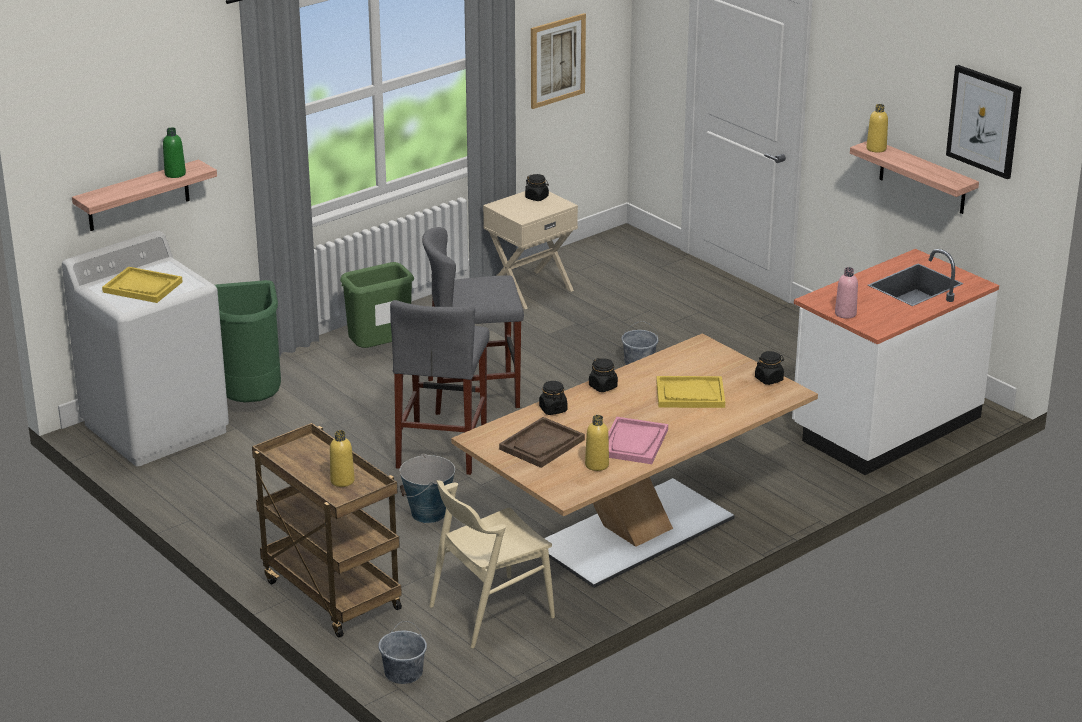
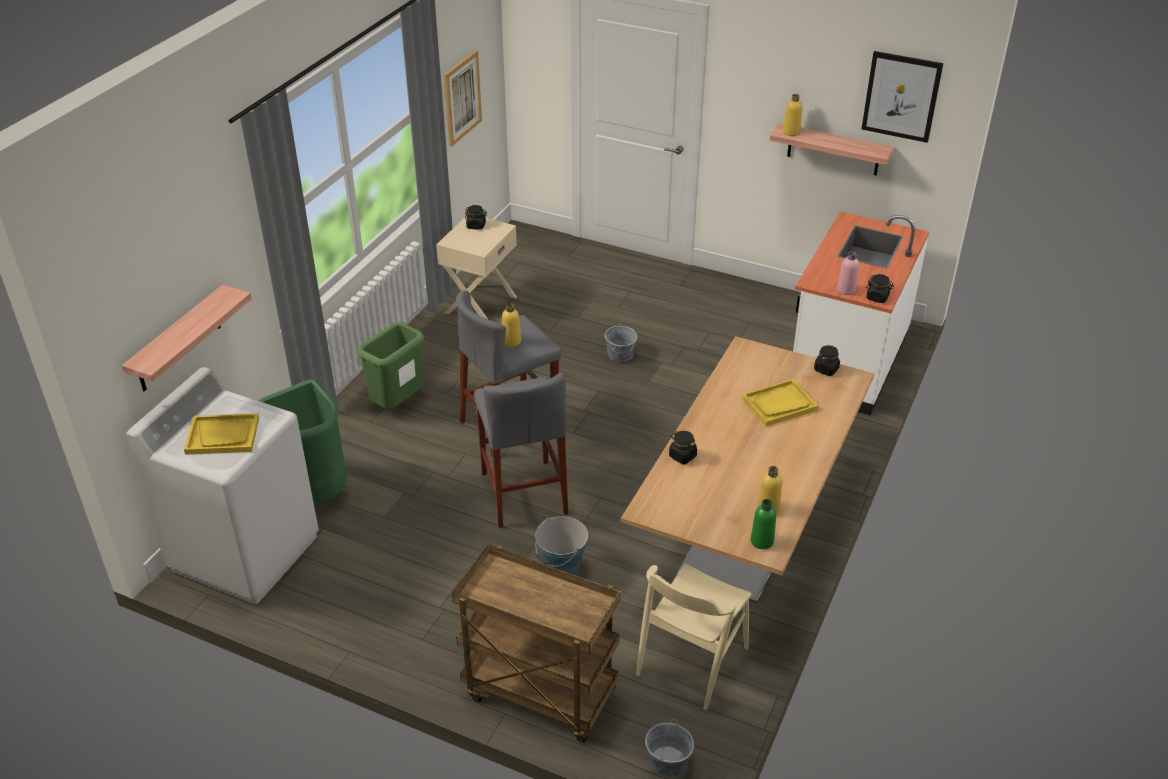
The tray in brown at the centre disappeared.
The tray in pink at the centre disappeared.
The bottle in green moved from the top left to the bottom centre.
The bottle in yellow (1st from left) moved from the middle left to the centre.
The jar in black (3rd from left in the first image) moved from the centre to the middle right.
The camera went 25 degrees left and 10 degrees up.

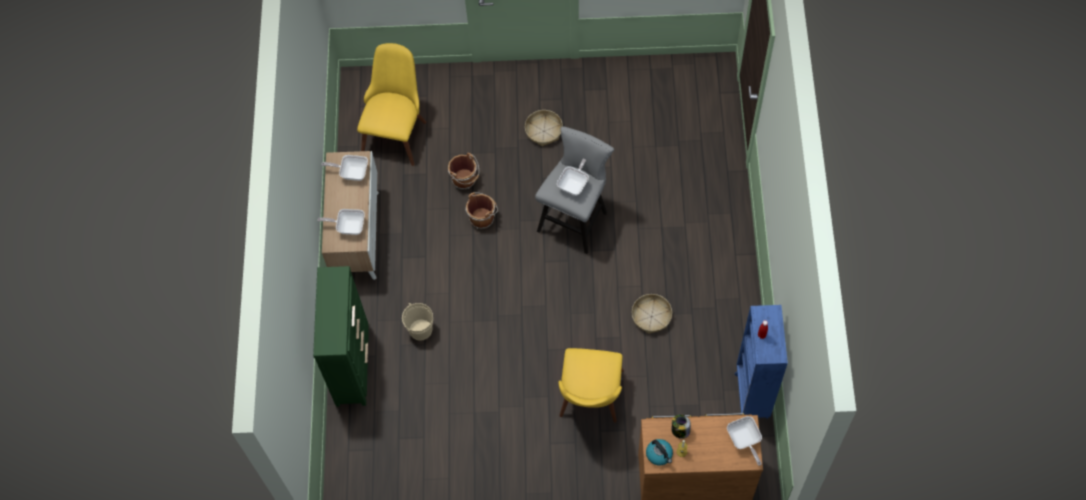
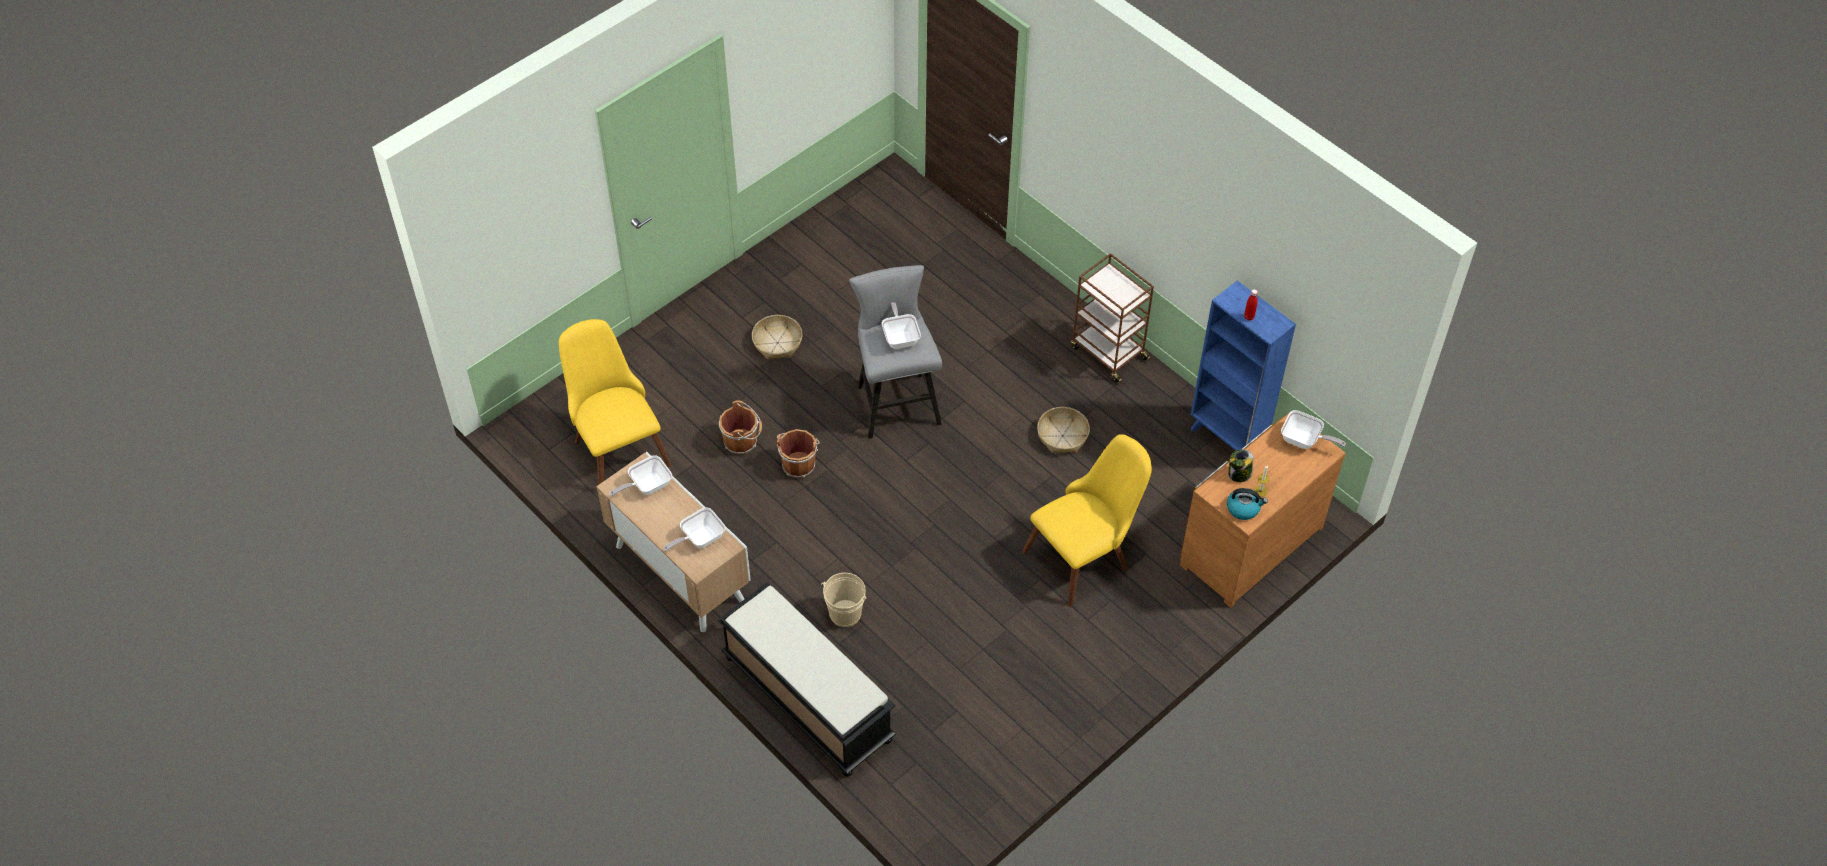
The cart in brown at the centre appeared.
The dresser in green at the bottom left was replaced by the bench in black at the bottom centre.
The chair in yellow (2nd from left) at the bottom centre turned 90 degrees counterclockwise.
The camera went 45 degrees left and 10 degrees down.

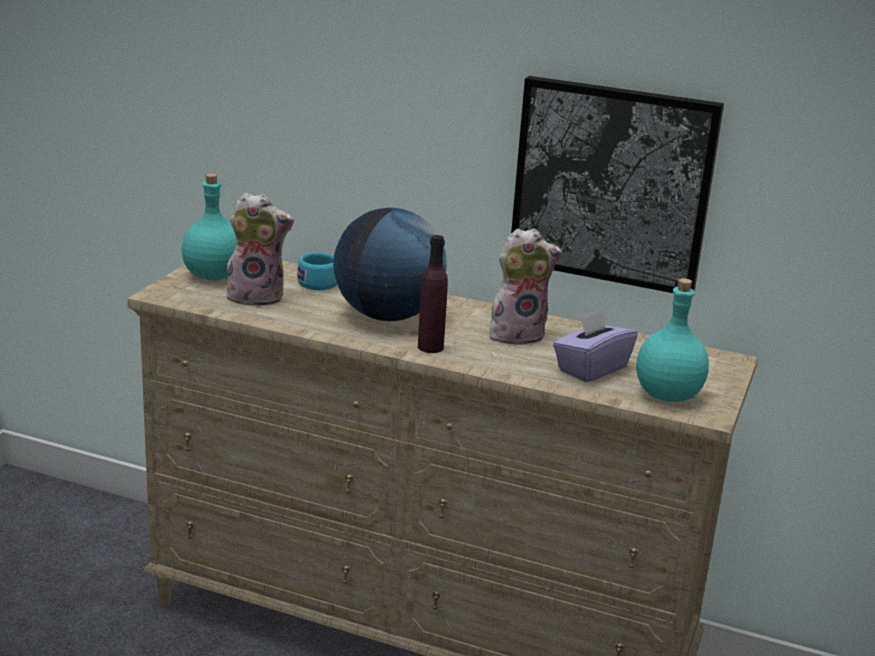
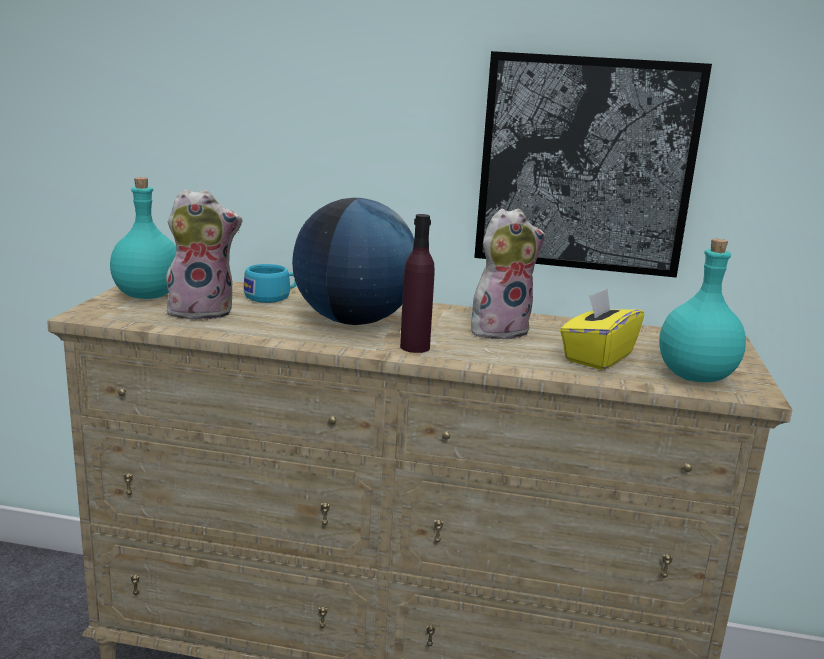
The tissue box in purple at the middle right became the tissue box in yellow at the middle right.
The camera went 10 degrees left and 5 degrees down.

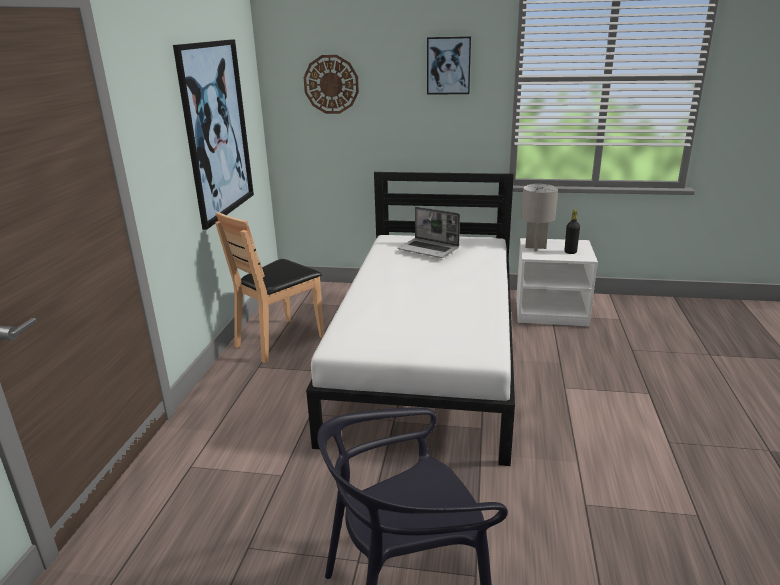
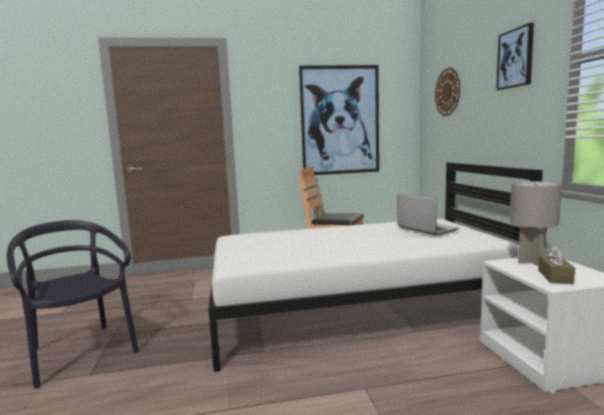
The bottle in black at the middle right was replaced by the tissue box in brown at the middle right.
The laptop at the centre turned 135 degrees clockwise.
The camera went 70 degrees right and 15 degrees down.

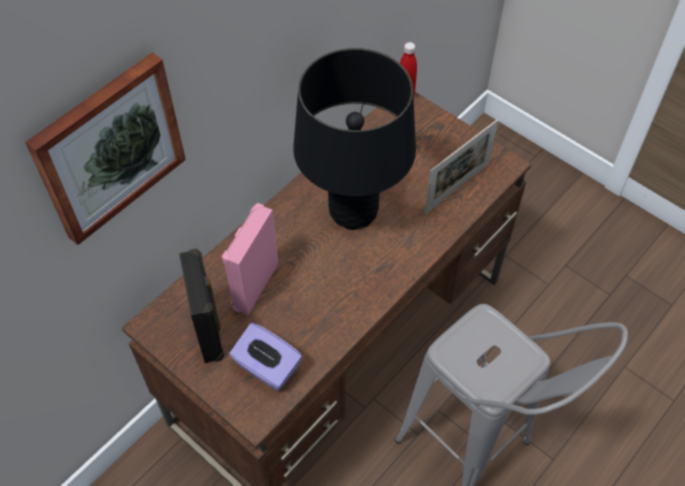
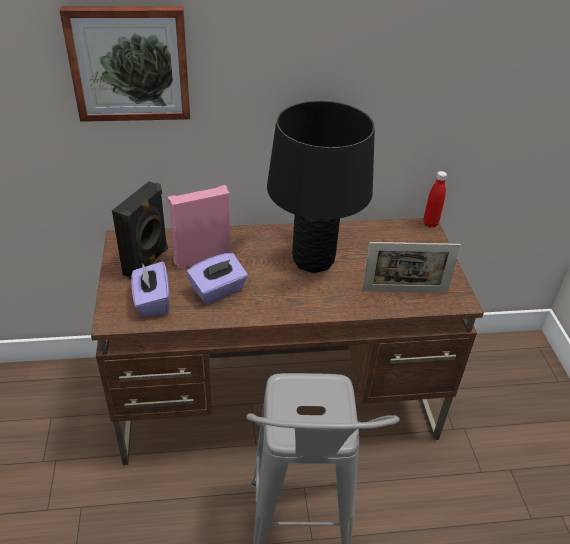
The tissue box in purple (2nd from left) at the centre appeared.
The camera went 40 degrees right and 15 degrees down.

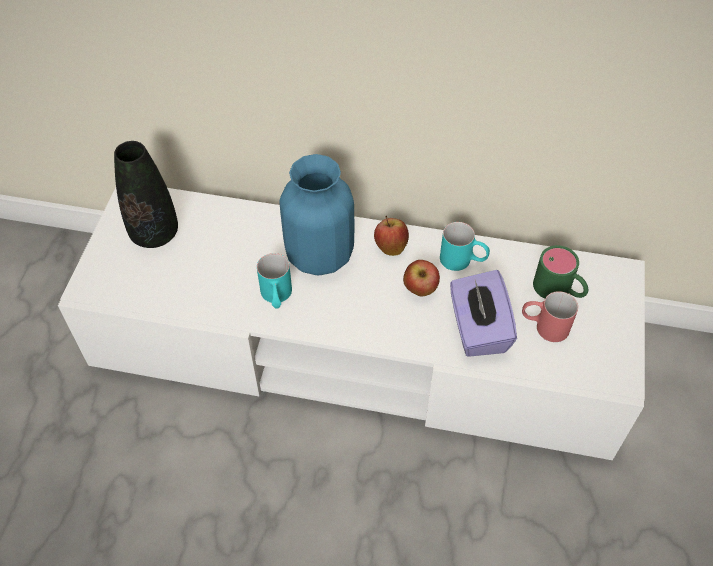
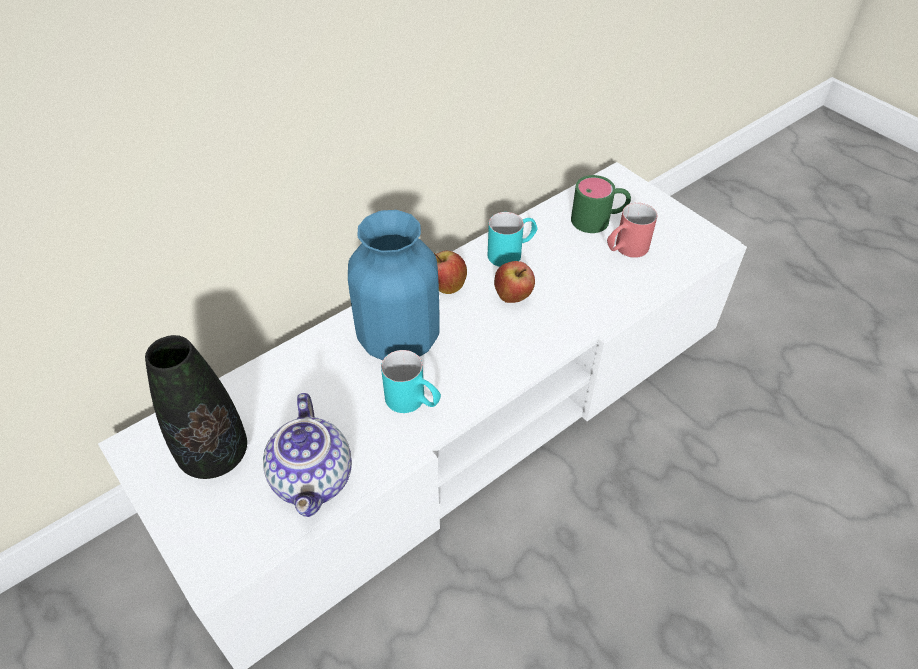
The tissue box in purple at the middle right disappeared.
The teapot at the bottom centre appeared.
The camera went 50 degrees left and 5 degrees down.

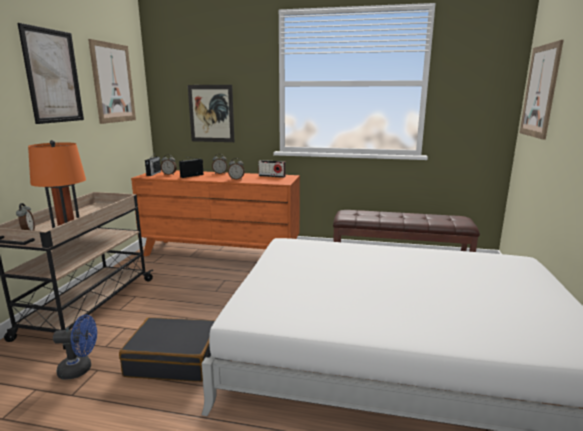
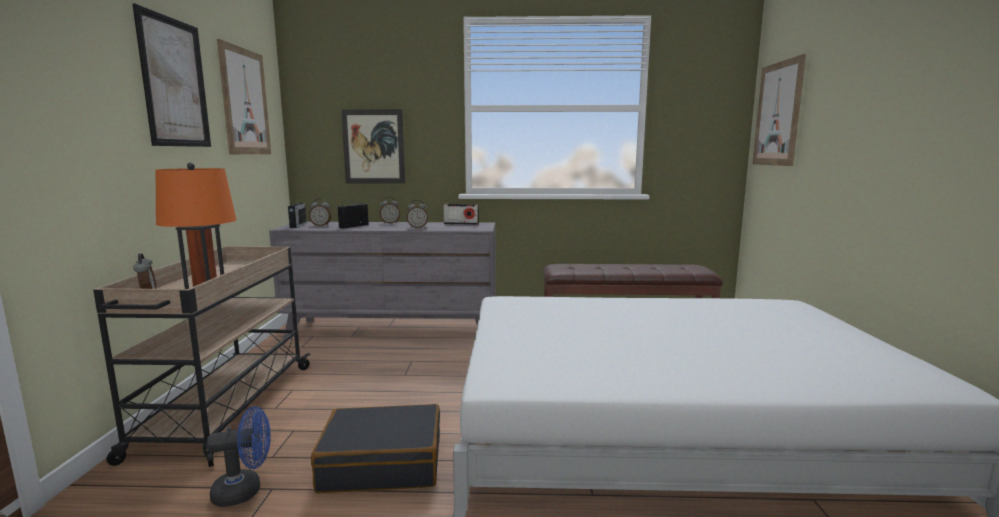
The dresser in orange at the centre became the dresser in grey at the centre.
The camera went 10 degrees left and 5 degrees down.

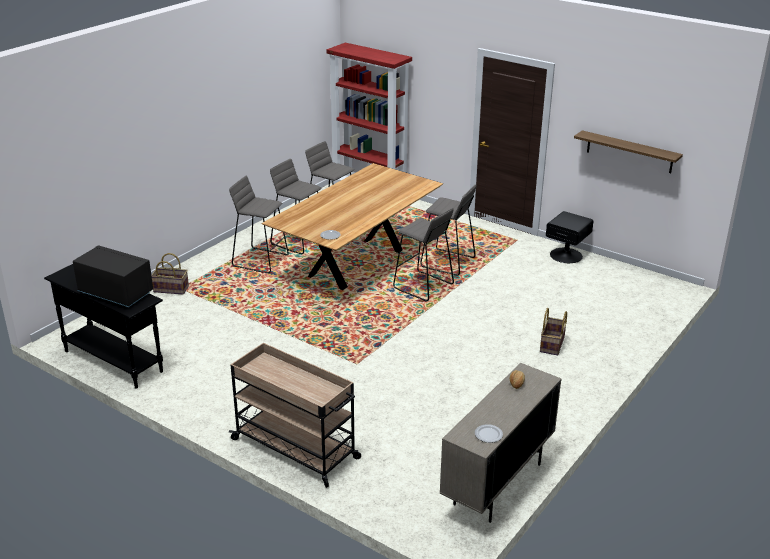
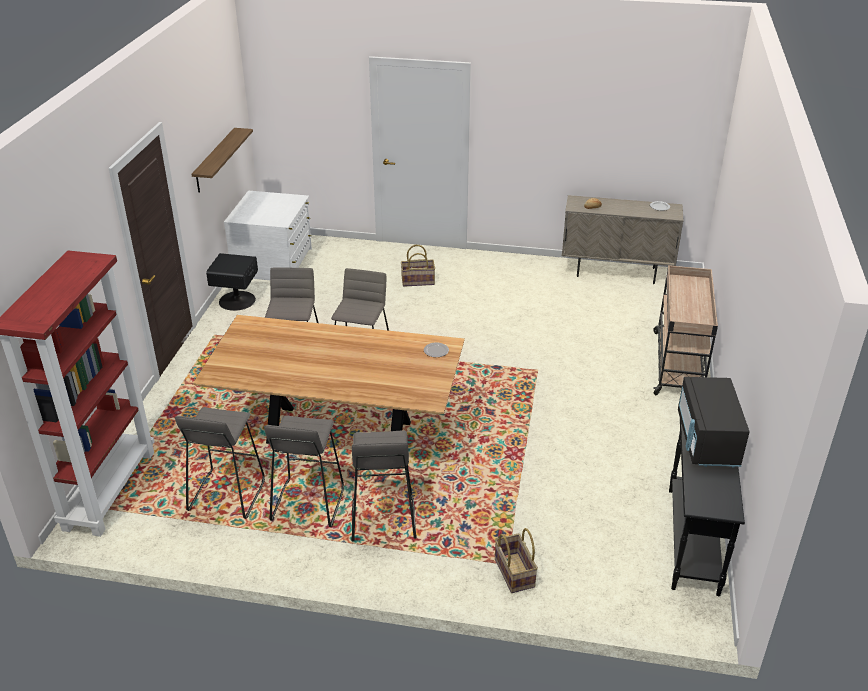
The dresser in white at the middle left appeared.
The camera went 115 degrees left and 5 degrees up.

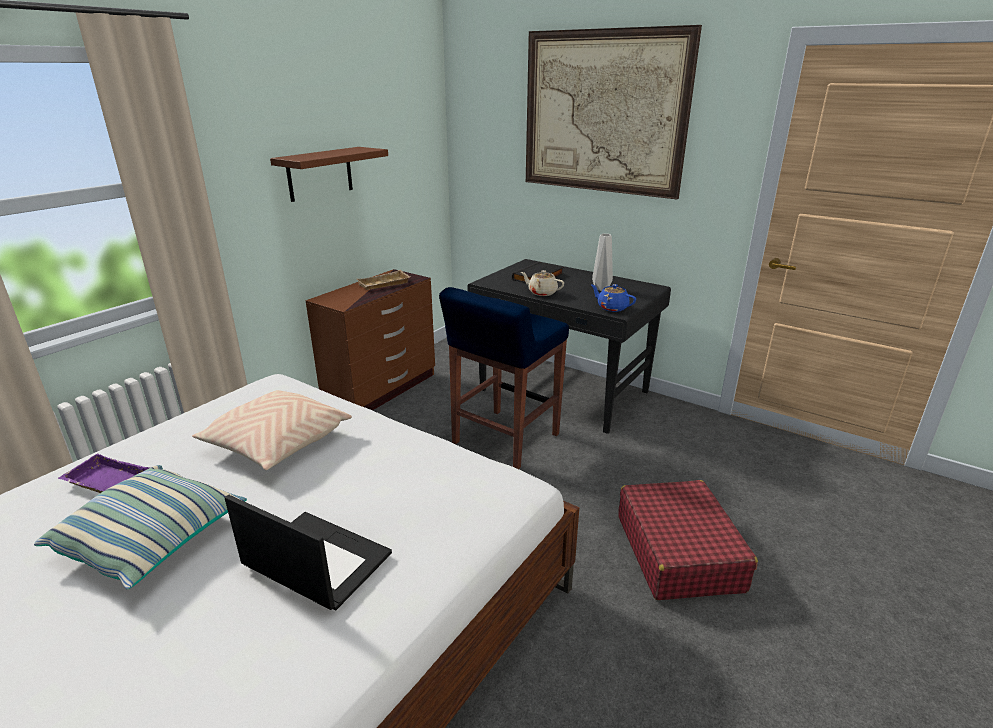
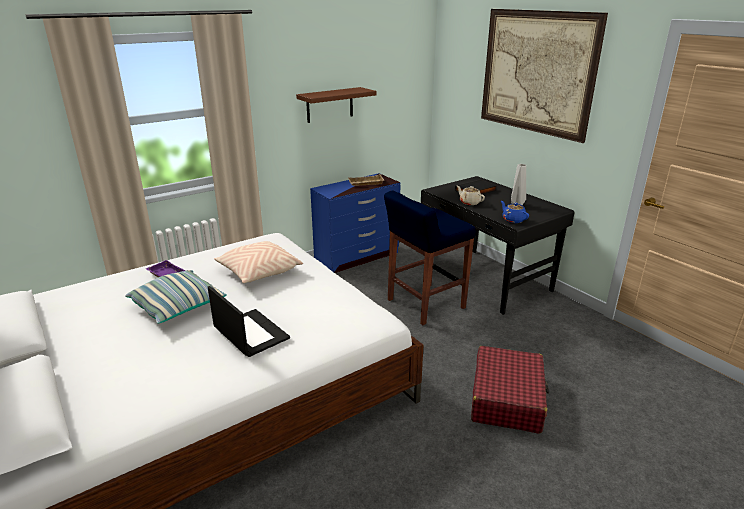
The dresser in brown at the centre became the dresser in blue at the centre.
The camera went 20 degrees right and 0 degrees up.

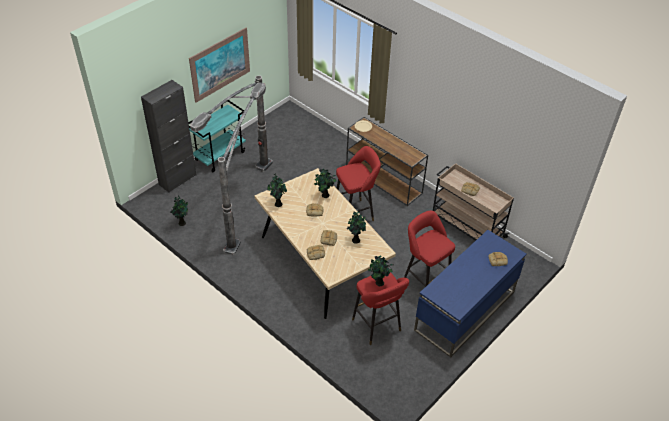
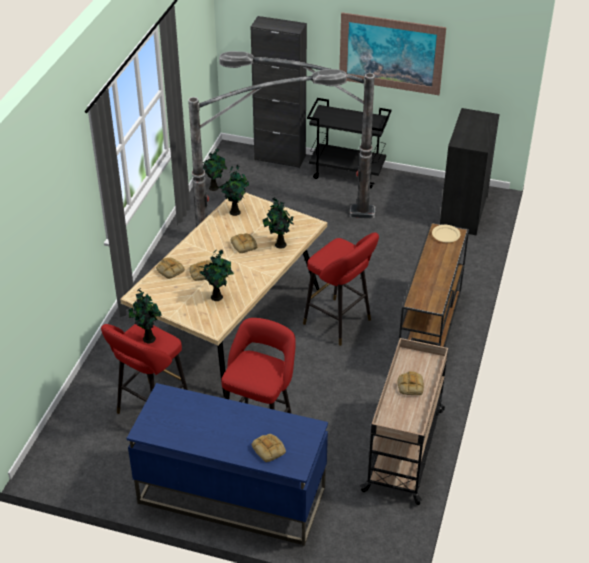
The dresser in black at the top right appeared.
The cart in turquoise at the top left became the cart in black at the top centre.
The camera went 65 degrees right and 5 degrees down.

